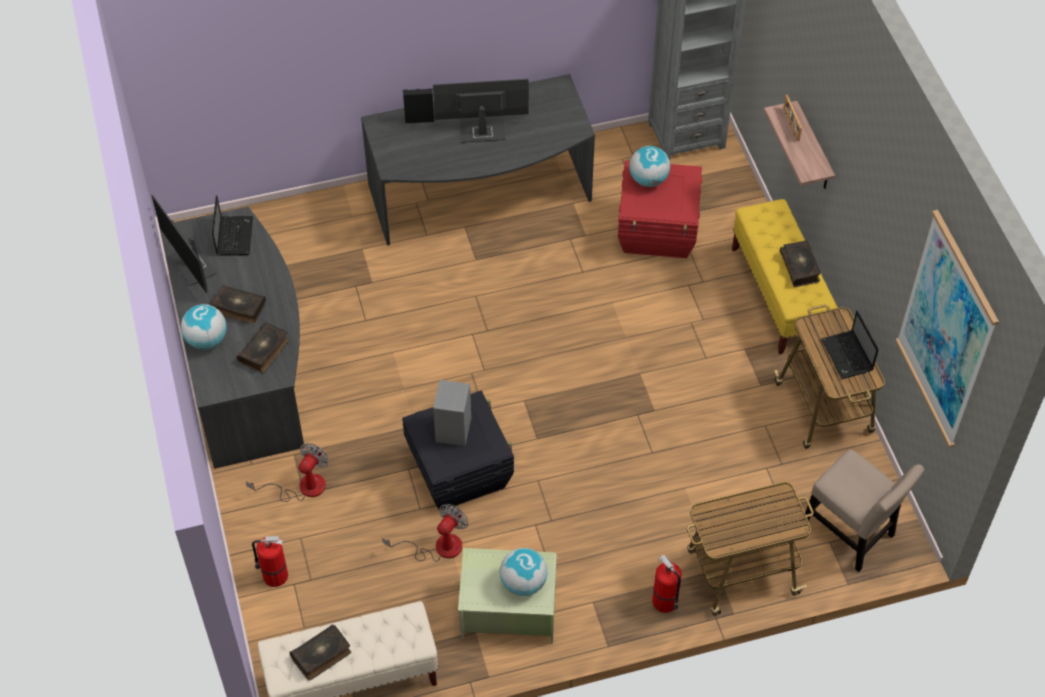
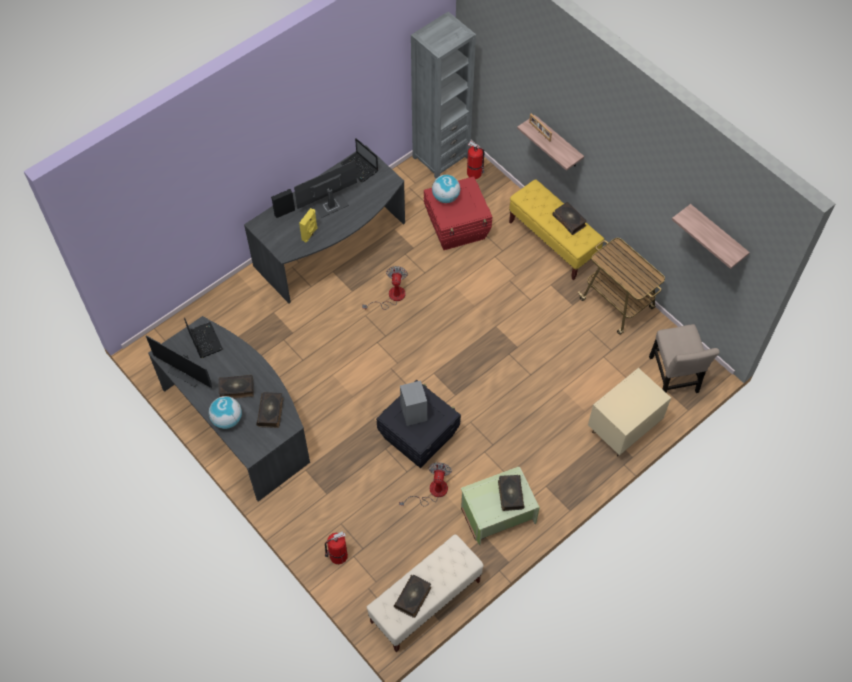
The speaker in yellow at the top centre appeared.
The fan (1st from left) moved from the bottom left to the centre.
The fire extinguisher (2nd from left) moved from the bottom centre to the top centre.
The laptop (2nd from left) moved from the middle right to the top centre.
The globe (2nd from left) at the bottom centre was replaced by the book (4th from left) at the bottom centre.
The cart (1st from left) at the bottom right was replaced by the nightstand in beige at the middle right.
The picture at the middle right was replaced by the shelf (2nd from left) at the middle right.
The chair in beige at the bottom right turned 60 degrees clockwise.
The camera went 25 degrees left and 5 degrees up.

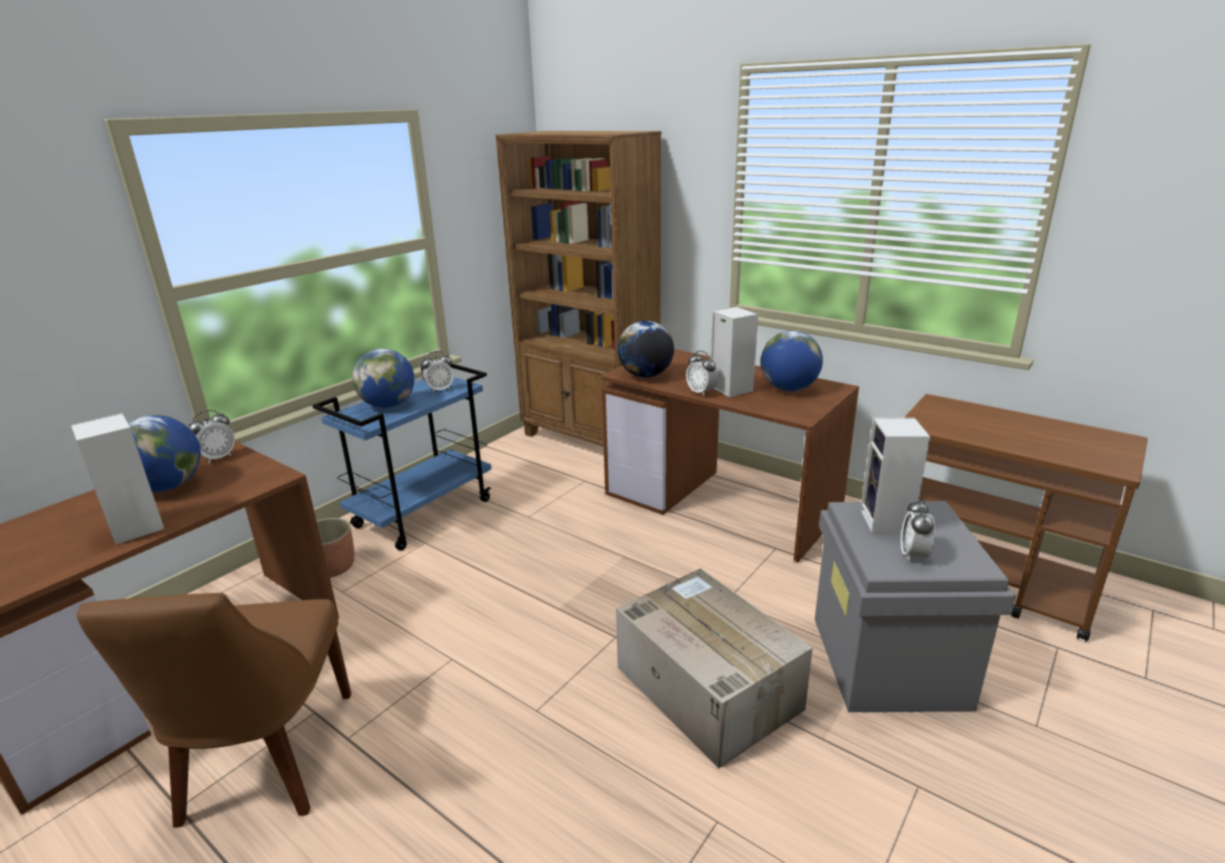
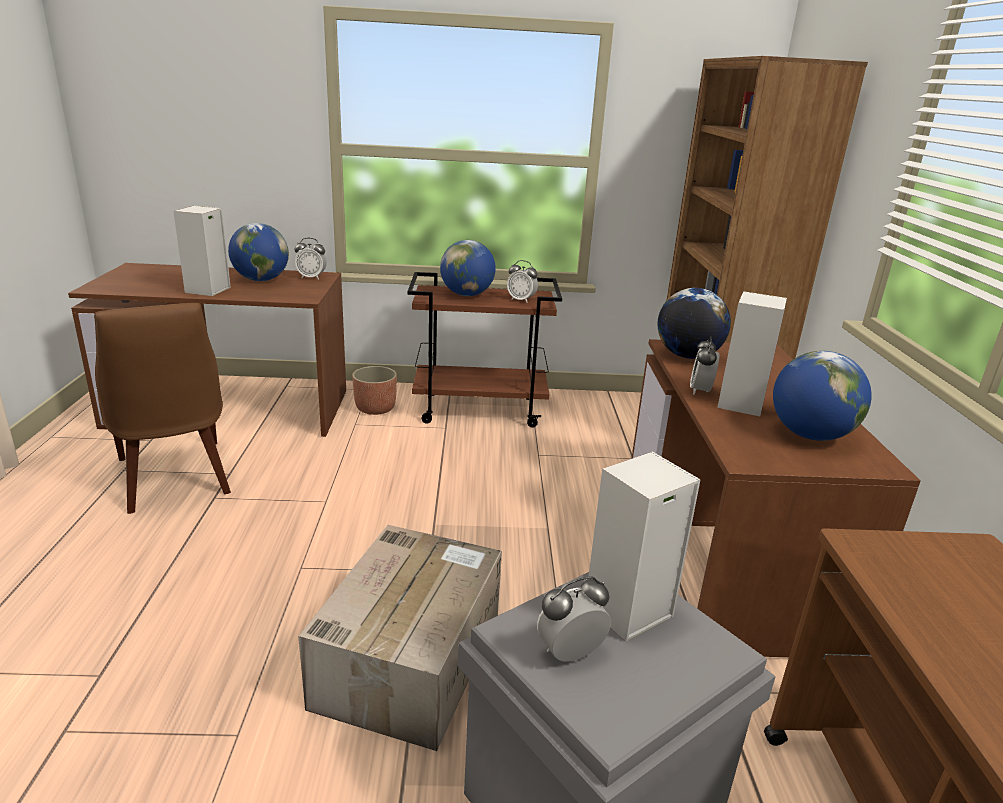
The cart in blue at the middle left became the cart in brown (1st from left) at the centre.
The chair in brown at the bottom left turned 75 degrees counterclockwise.
The camera went 50 degrees right and 0 degrees up.

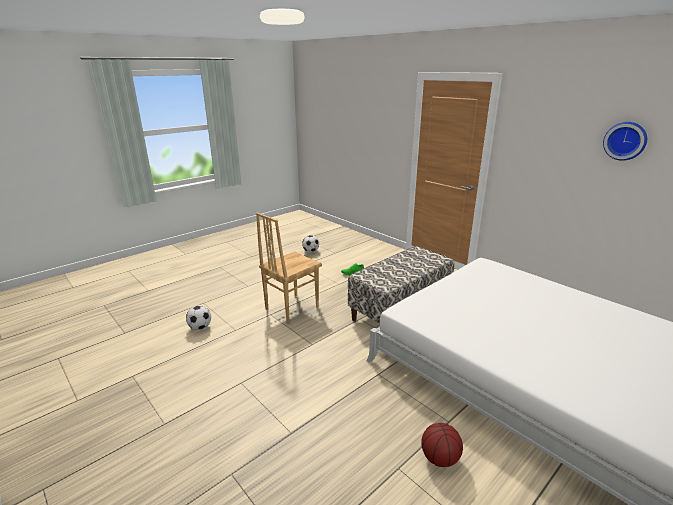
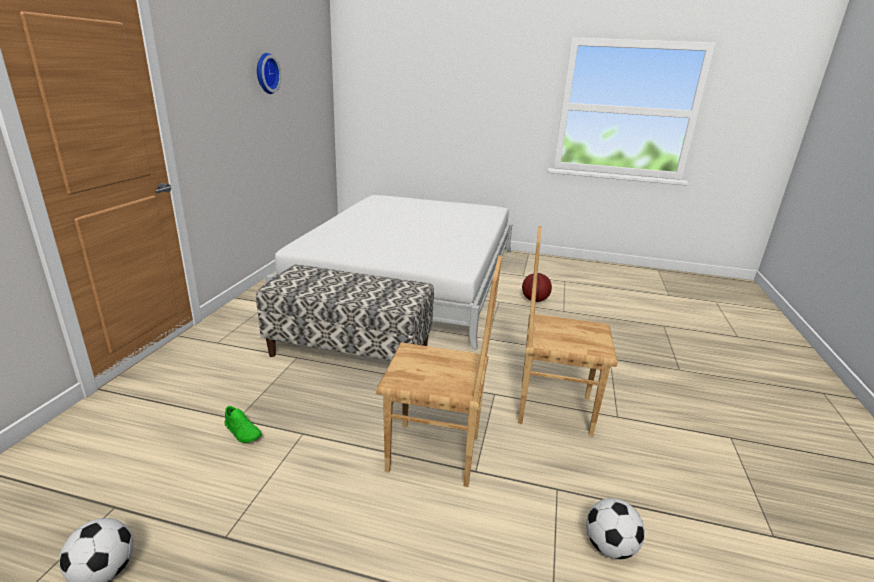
The chair in brown (2nd from left) at the centre appeared.
The camera went 125 degrees left and 0 degrees up.

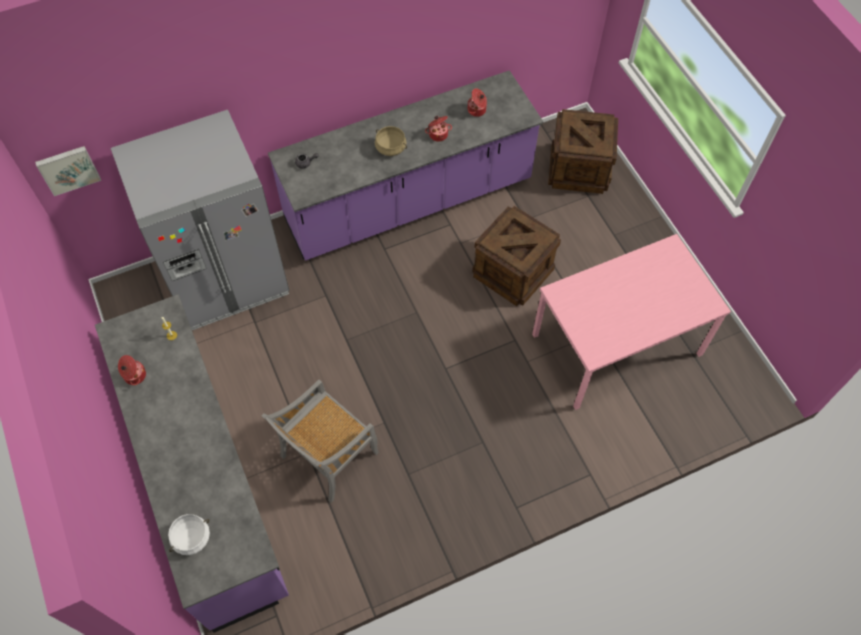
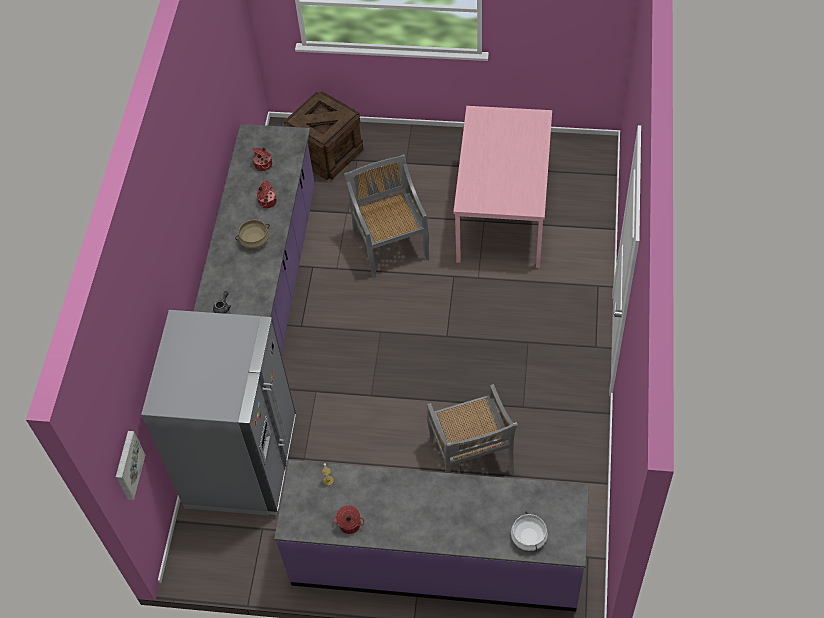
The crate (1st from left) at the centre was replaced by the chair in grey (1st from left) at the centre.
The camera went 55 degrees left and 5 degrees down.

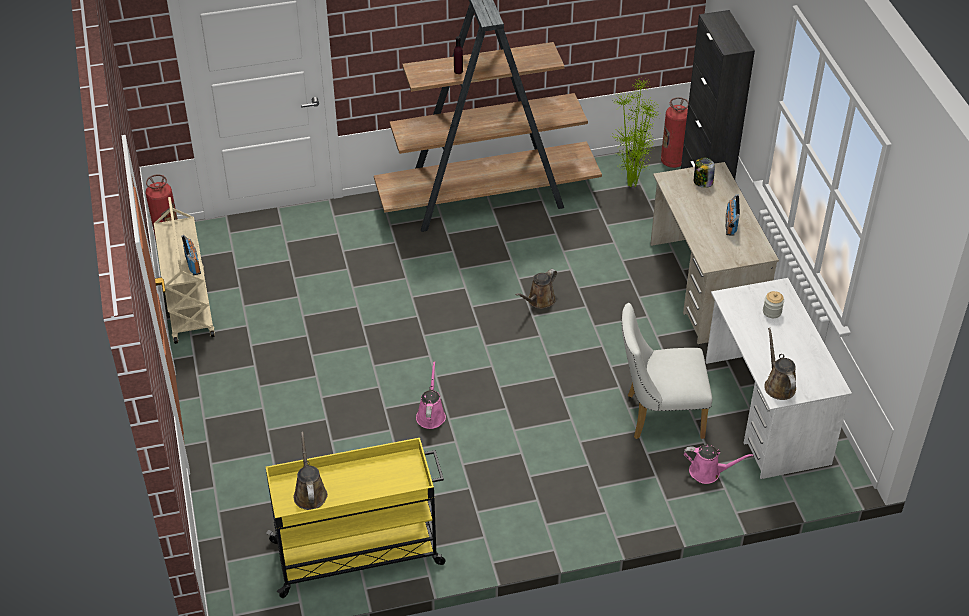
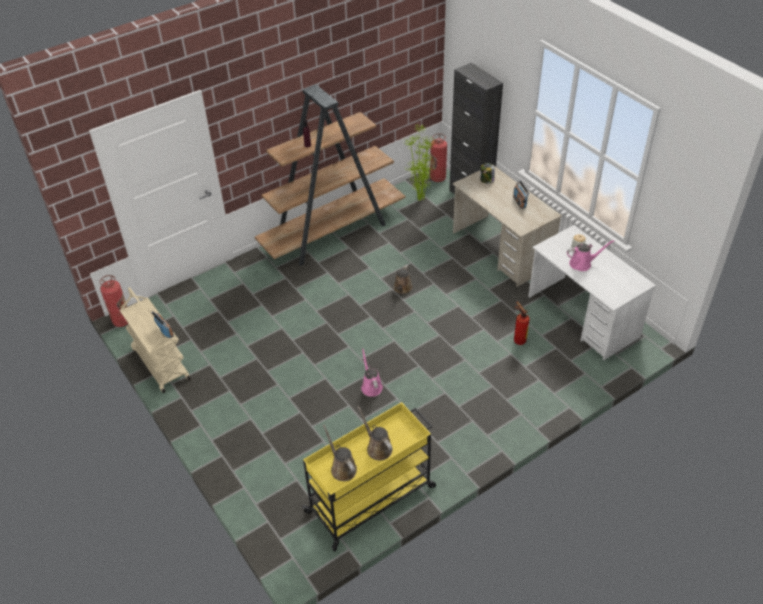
The watering can in pink (2nd from left) moved from the bottom right to the middle right.
The watering can in brown (3rd from left in the first image) moved from the middle right to the bottom centre.
The chair in white at the middle right was replaced by the fire extinguisher (3rd from left) at the middle right.
The camera went 20 degrees left and 0 degrees up.

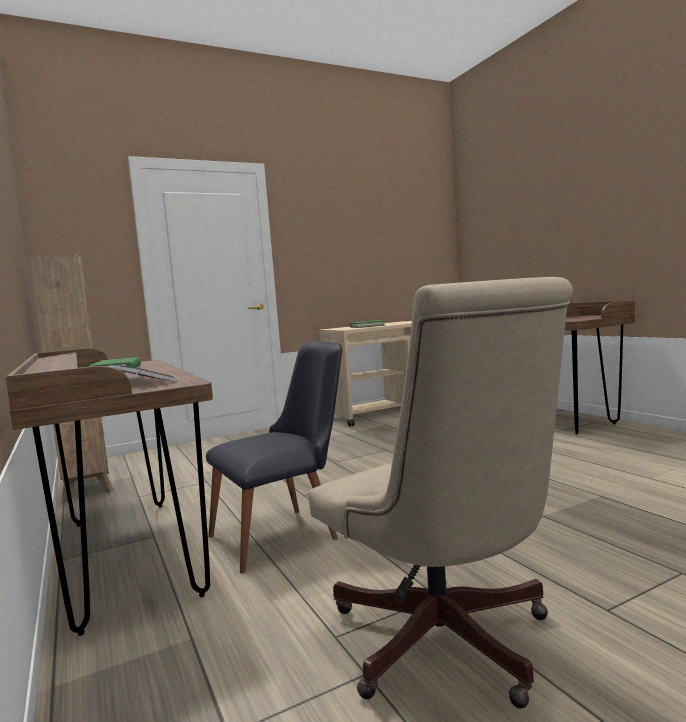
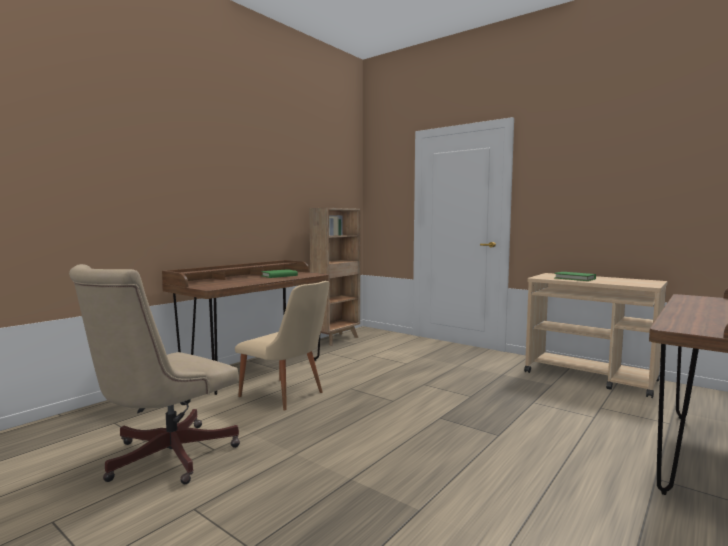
The keyboard at the middle left disappeared.
The chair in black at the centre became the chair in beige at the centre.
The camera went 65 degrees right and 0 degrees up.

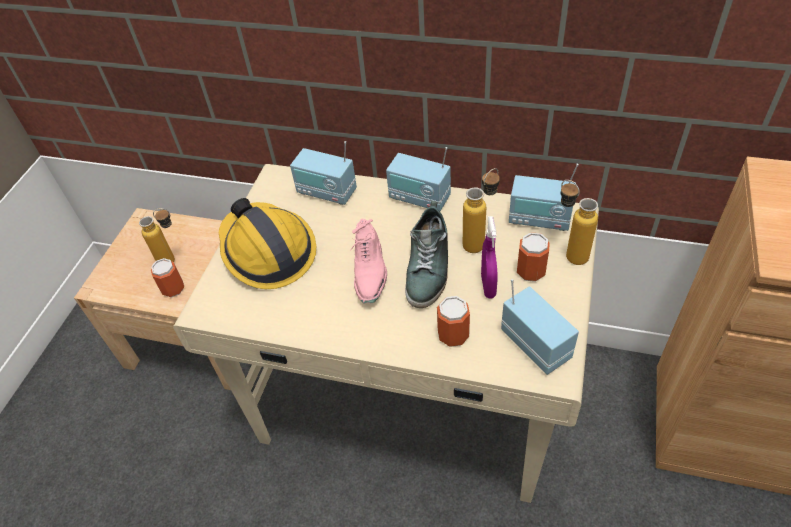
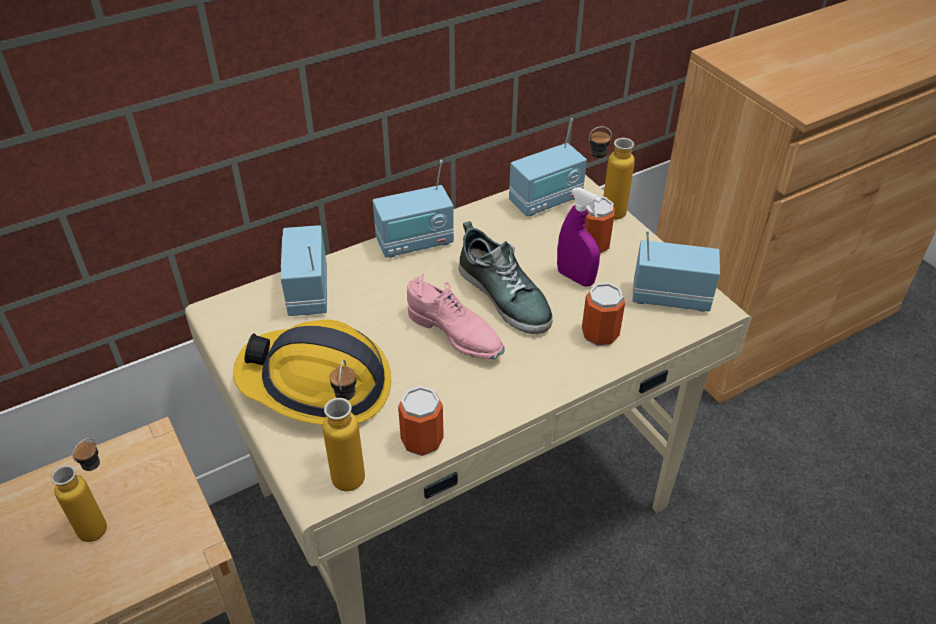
The can (1st from left) moved from the middle left to the bottom centre.
The bottle (2nd from left) moved from the centre to the bottom centre.
The radio (1st from left) at the top centre turned 105 degrees clockwise.
The camera went 50 degrees left and 5 degrees down.

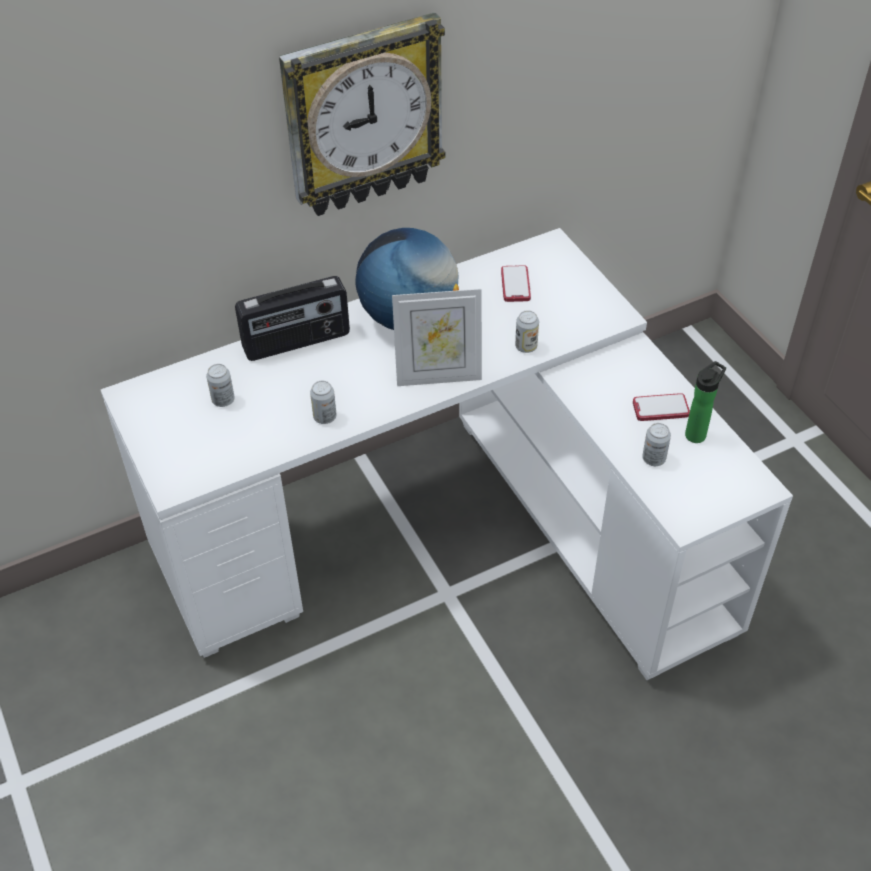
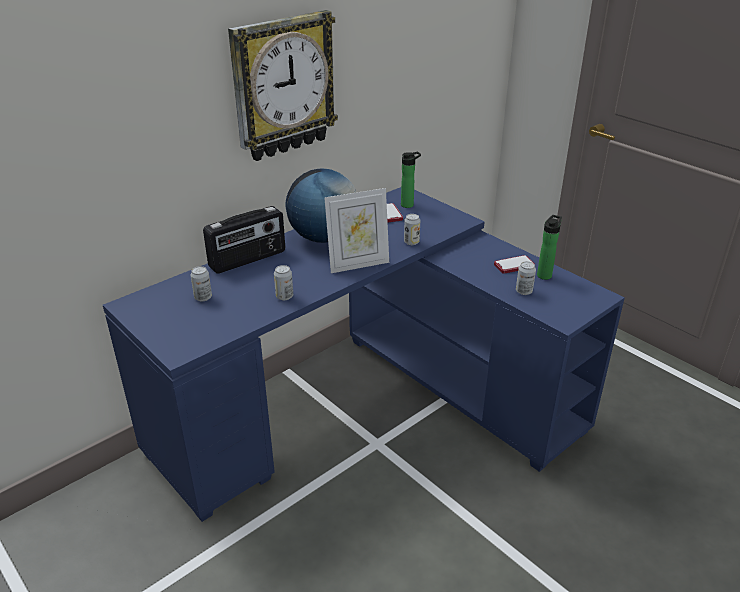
The bottle (1st from left) at the top centre appeared.
The desk in white at the centre became the desk in blue at the centre.
The camera went 15 degrees left and 15 degrees down.

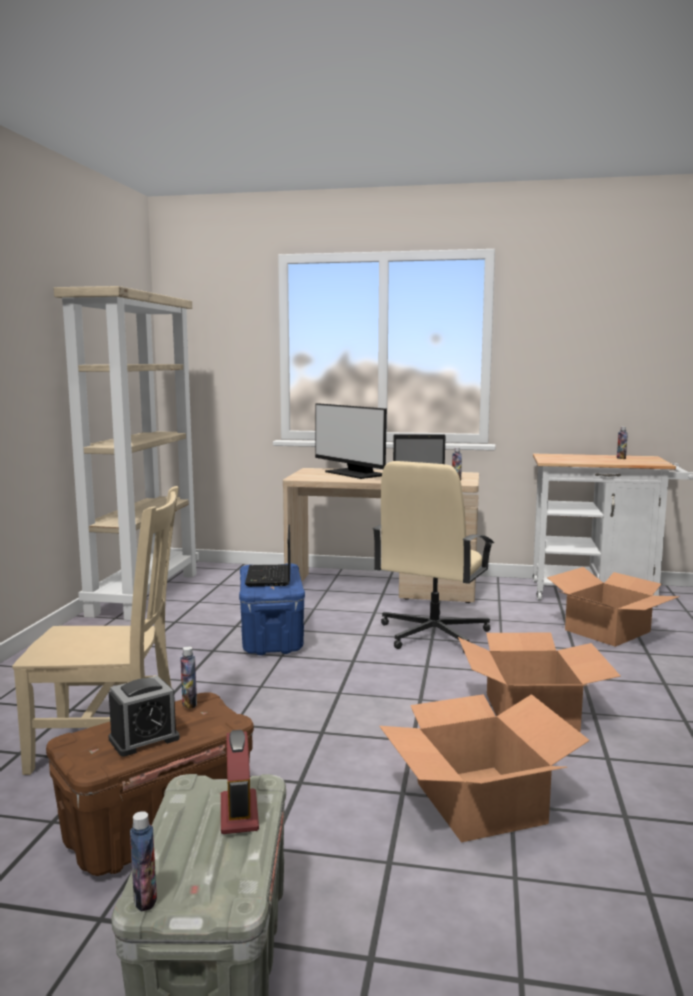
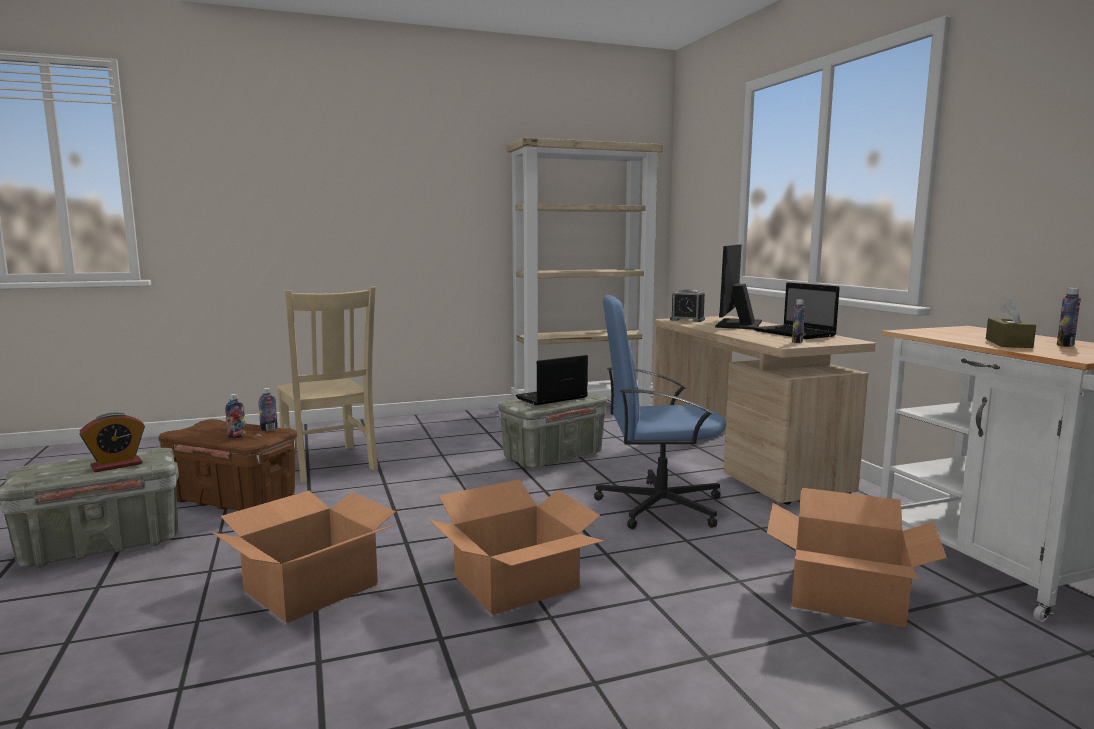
The tissue box in brown at the middle right appeared.
The alarm clock (1st from left in the first image) moved from the bottom left to the centre.
The bottle (1st from left) moved from the bottom left to the middle left.
The storage box in blue at the centre became the storage box in grey (2nd from left) at the centre.
The office chair in beige at the centre became the office chair in blue at the centre.
The camera went 60 degrees right and 0 degrees up.

